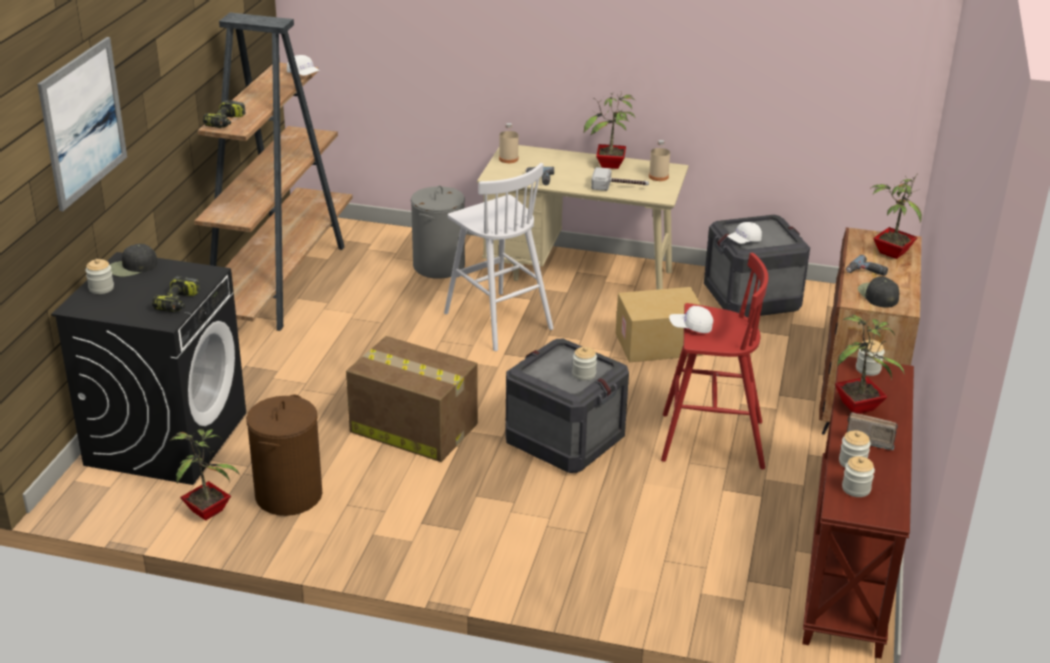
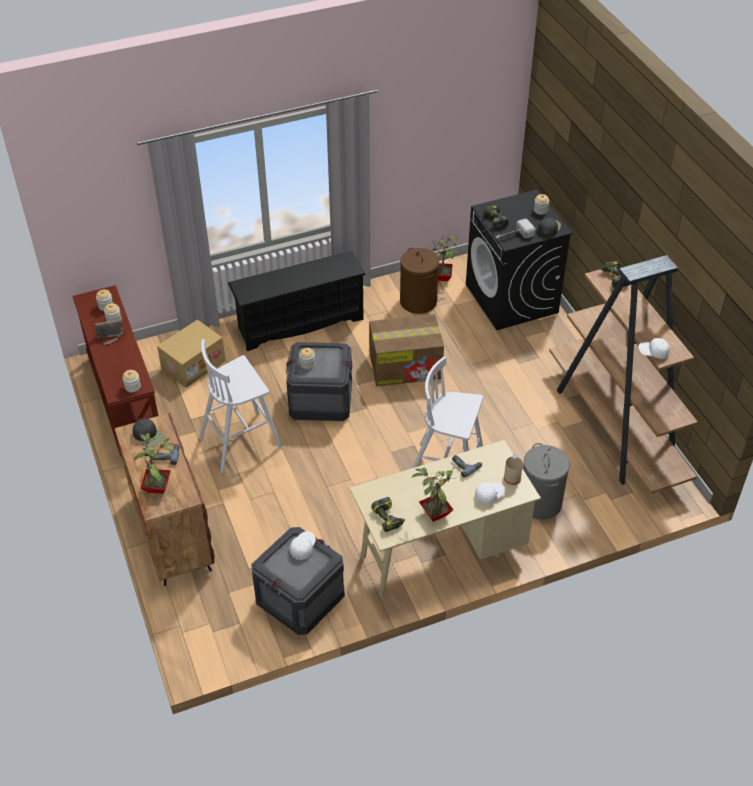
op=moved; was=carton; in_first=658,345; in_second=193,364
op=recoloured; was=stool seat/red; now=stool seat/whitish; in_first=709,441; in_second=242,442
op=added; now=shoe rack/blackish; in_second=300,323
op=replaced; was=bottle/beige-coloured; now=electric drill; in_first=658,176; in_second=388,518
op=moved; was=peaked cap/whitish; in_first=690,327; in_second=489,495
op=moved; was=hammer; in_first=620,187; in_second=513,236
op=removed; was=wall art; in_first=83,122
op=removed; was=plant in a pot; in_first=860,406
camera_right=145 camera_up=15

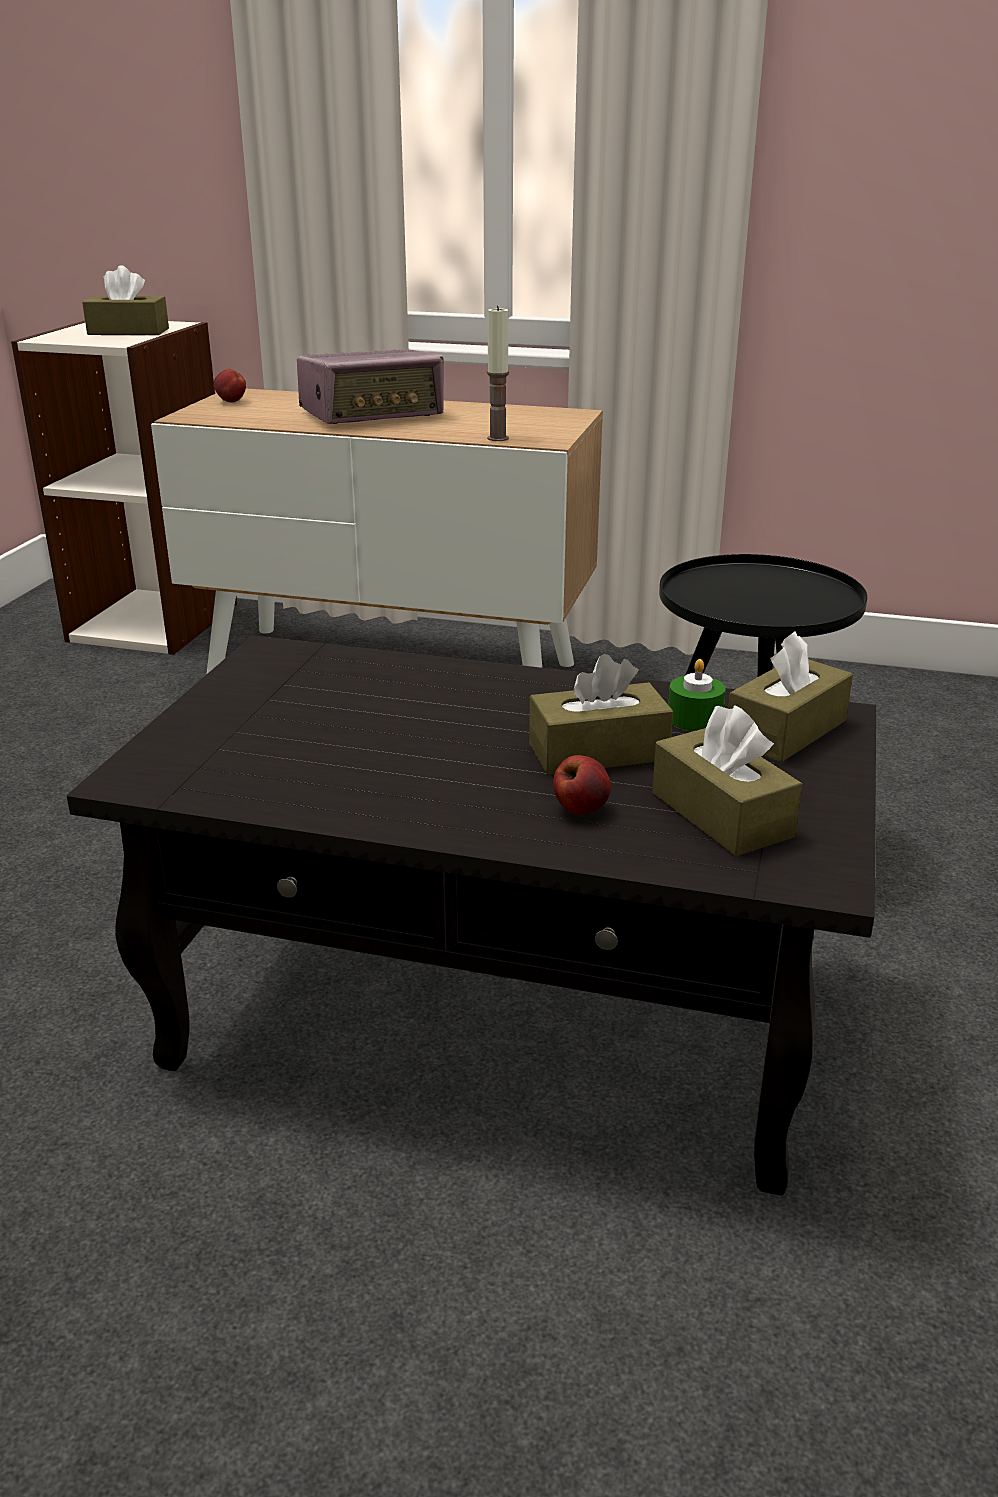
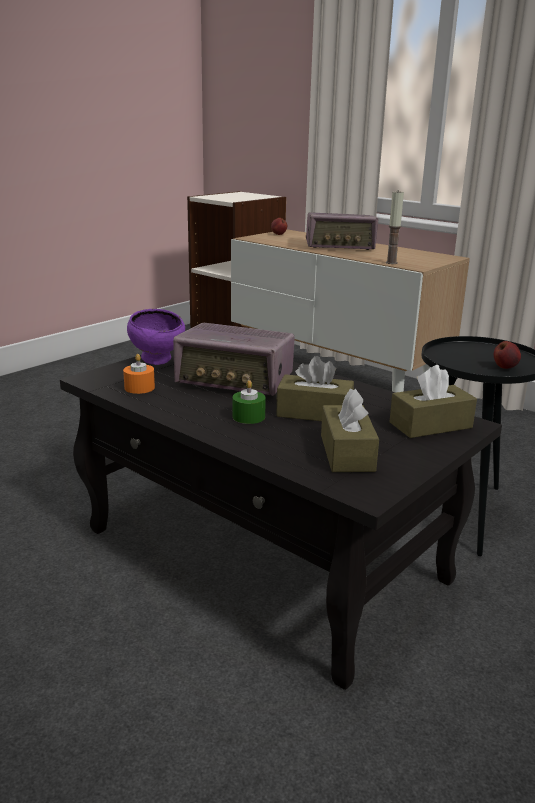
op=added; now=candle/orange; in_second=139,387
op=added; now=bowl/purplish; in_second=158,361
op=added; now=radio; in_second=236,380
op=moved; was=candle/greenish; in_first=694,719; in_second=248,417
op=moved; was=whole apple; in_first=580,809; in_second=505,367
op=removed; was=tissue box/brown; in_first=128,332
camera_right=25 camera_up=-5

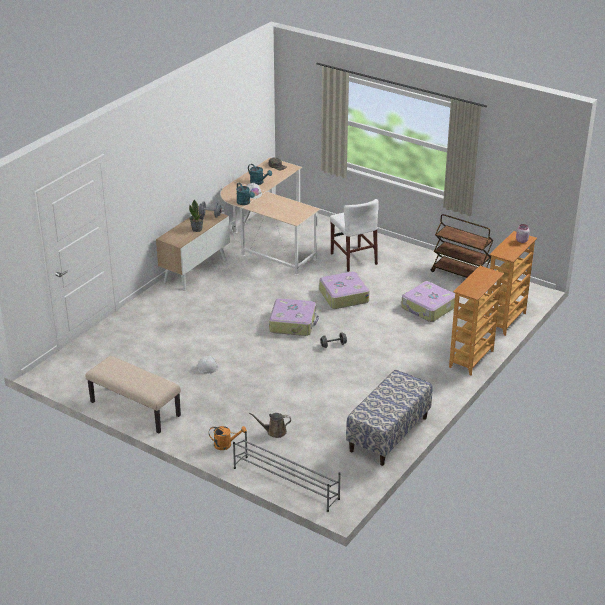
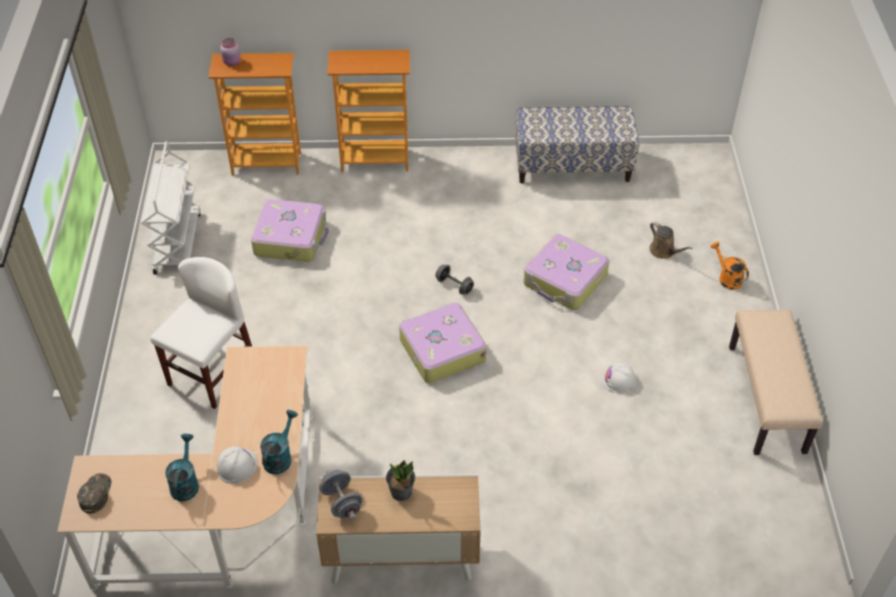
op=recoloured; was=trolley/brown; now=trolley/whitish; in_first=460,274; in_second=177,242
op=moved; was=suitcase; in_first=343,296; in_second=565,280
op=removed; was=shoe rack/greyish; in_first=285,483
camera_right=-125 camera_up=15

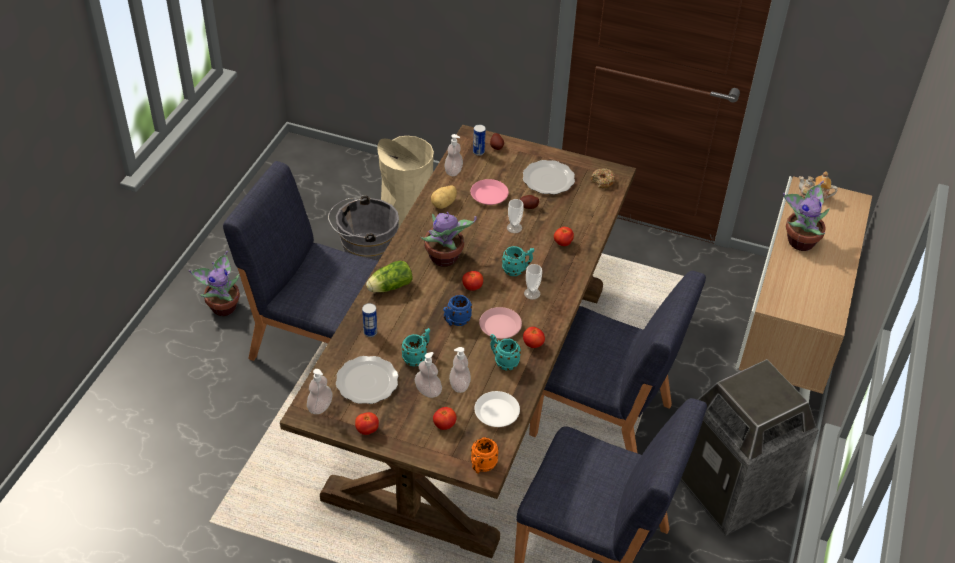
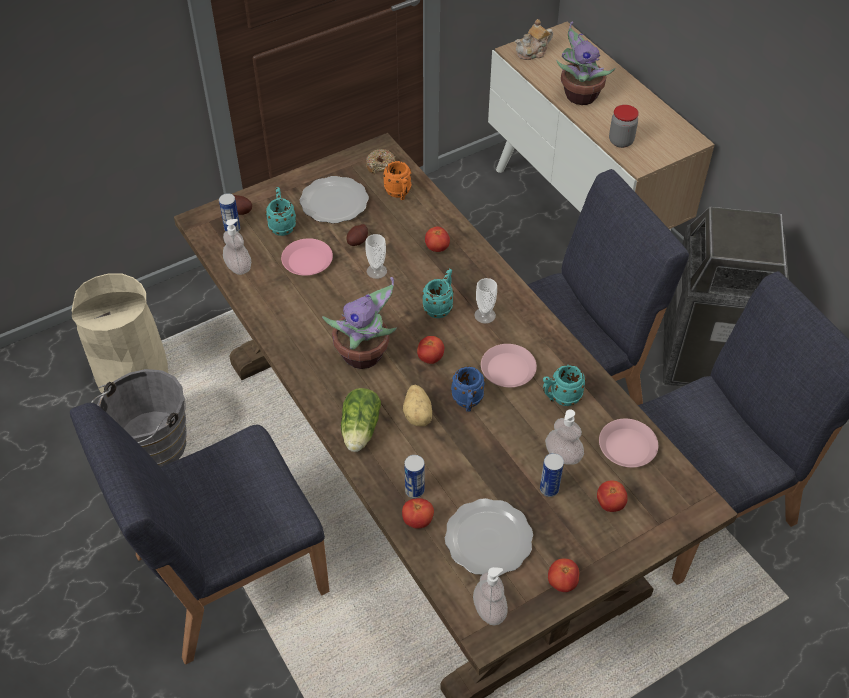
op=moved; was=mug/turquoise; in_first=417,357; in_second=282,225
op=moved; was=mug/orange; in_first=481,467; in_second=399,194
op=moved; was=whole tomato; in_first=533,344; in_second=418,521
op=moved; was=whole potato; in_first=444,204; in_second=418,414
op=replaced; was=liquid soap bottle; now=metal can; in_first=428,391; in_second=549,489
op=recoloured; was=flat dish/whitish; now=flat dish/pinkish; in_first=496,412; in_second=627,447
op=added; now=storage jar; in_second=621,141
op=removed; was=plant in a pot; in_first=223,306
camera_right=-50 camera_up=5

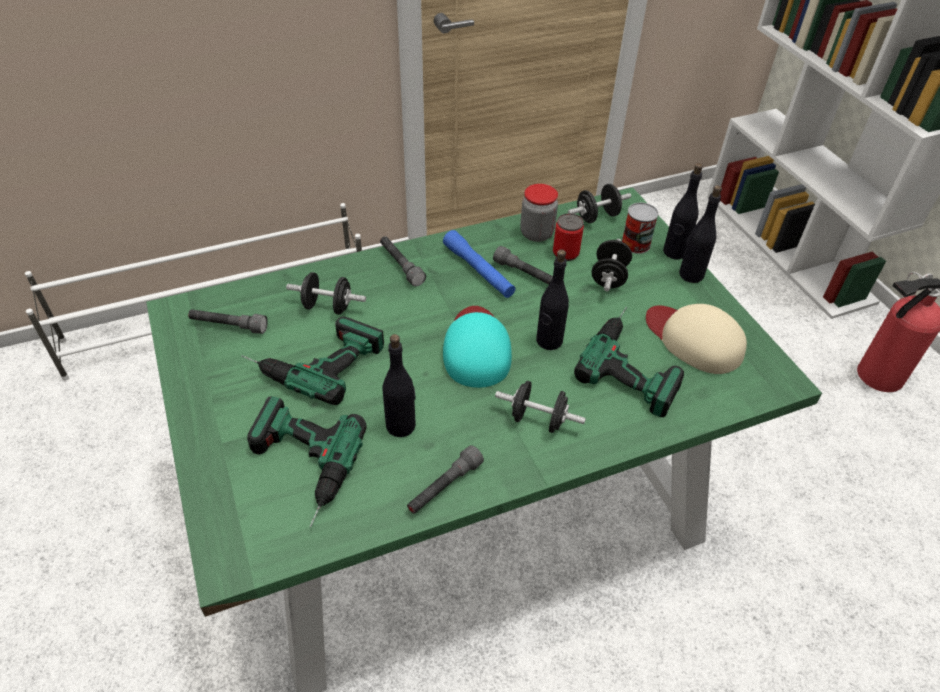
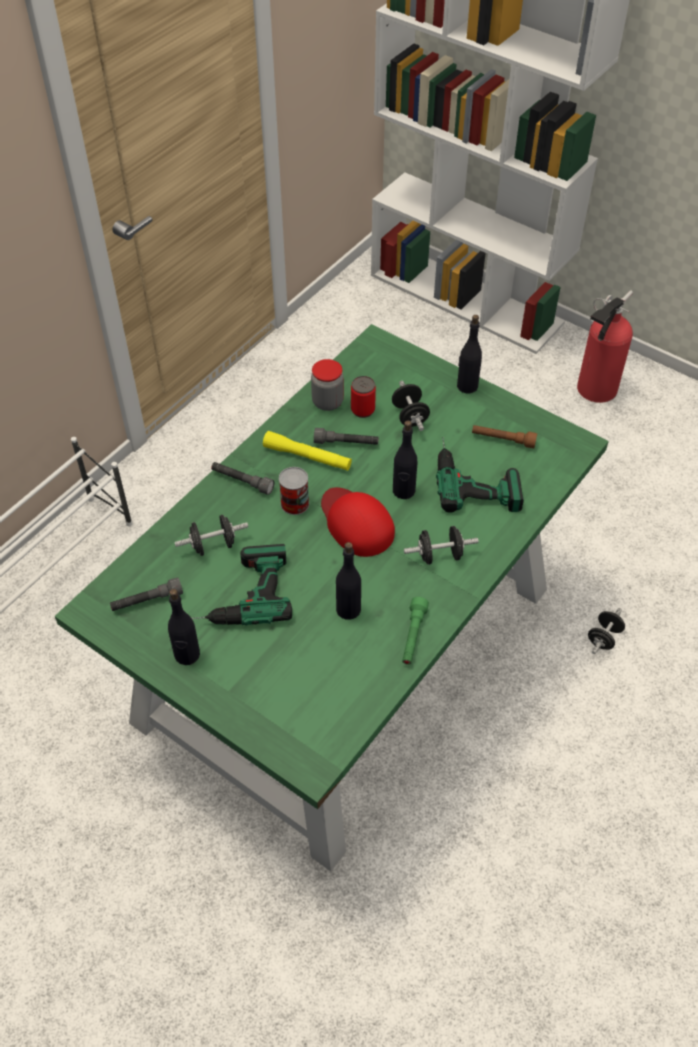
op=moved; was=bottle/blackish; in_first=674,252; in_second=187,655
op=recoloured; was=flashlight/bluish; now=flashlight/yellow-coloured; in_first=478,271; in_second=307,457
op=moved; was=metal can; in_first=635,244; in_second=295,503
op=recoloured; was=peaked cap/turquoise; now=peaked cap/red; in_first=476,348; in_second=356,523
op=recoloured; was=flashlight/greyish; now=flashlight/greenish; in_first=444,487; in_second=413,636
op=replaced; was=peaked cap/beige-coloured; now=flashlight/brown; in_first=694,340; in_second=503,440
op=moved; was=dumbbell/blackish; in_first=597,216; in_second=603,638
op=removed; was=electric drill; in_first=298,468
camera_right=-30 camera_up=5

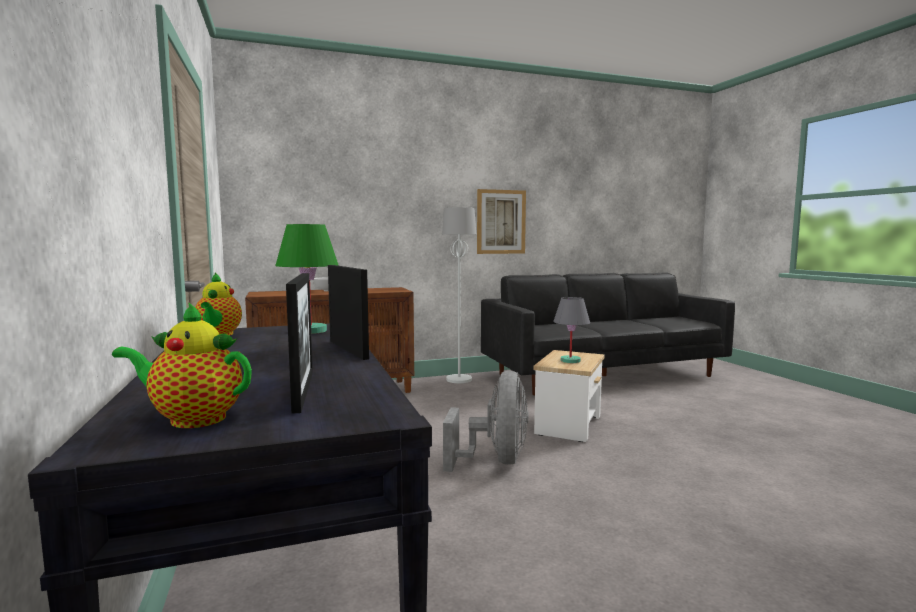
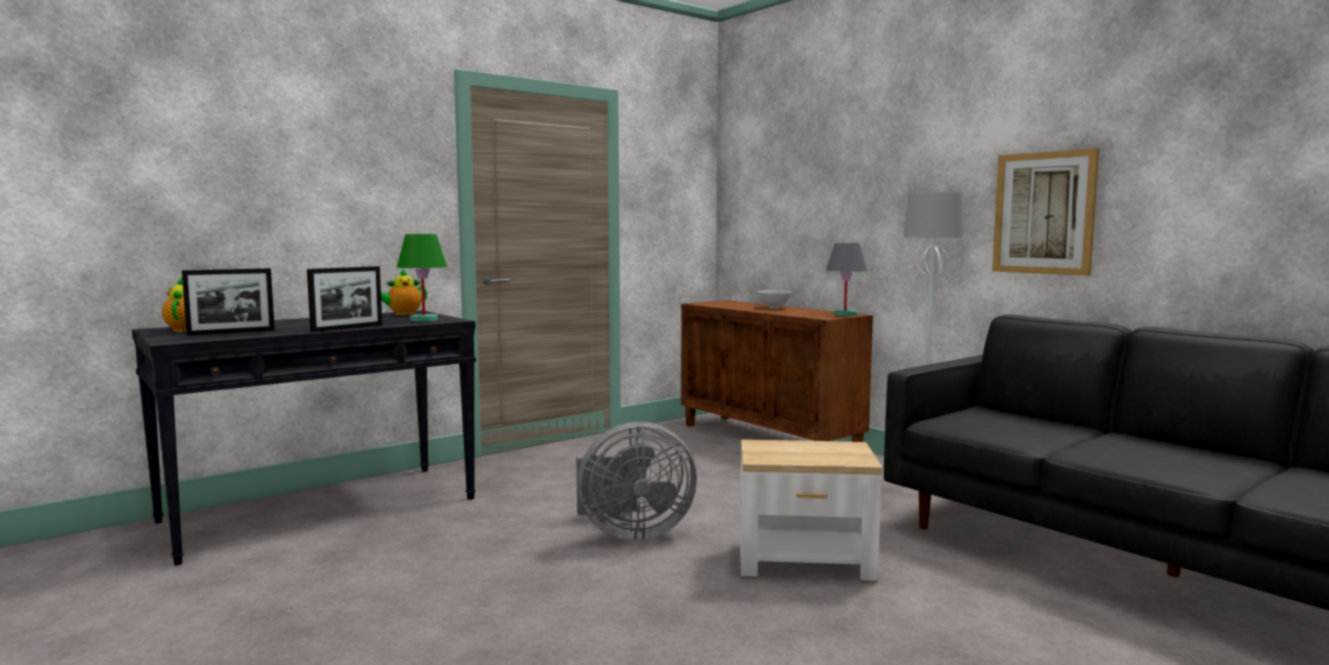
op=moved; was=tabletop lamp/greyish; in_first=570,360; in_second=845,314
camera_right=70 camera_up=0

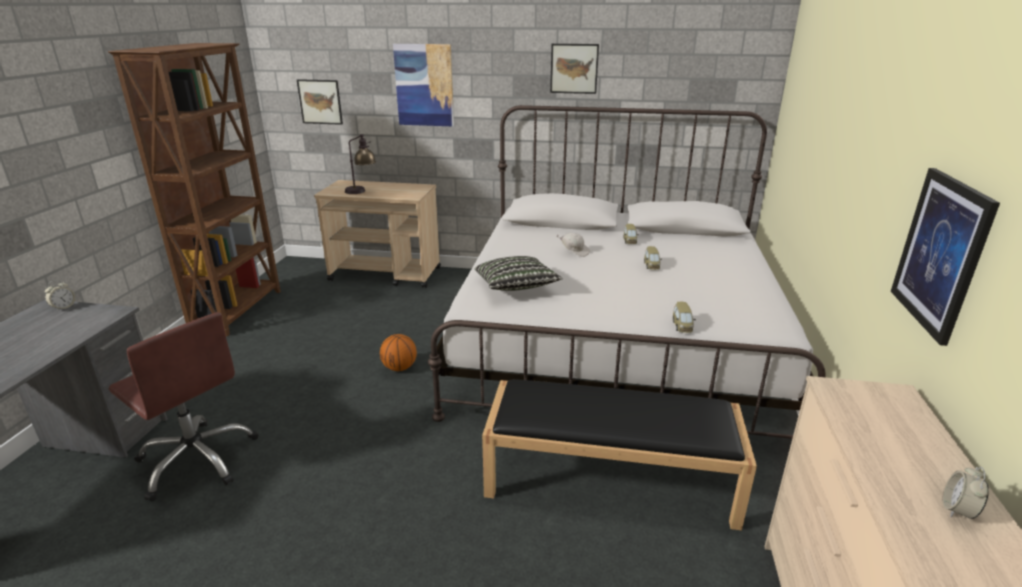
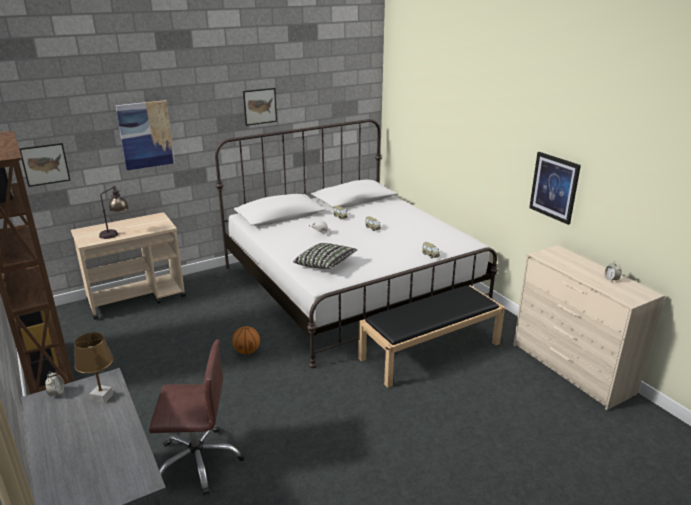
op=added; now=tabletop lamp/brown; in_second=101,397
camera_right=-40 camera_up=0

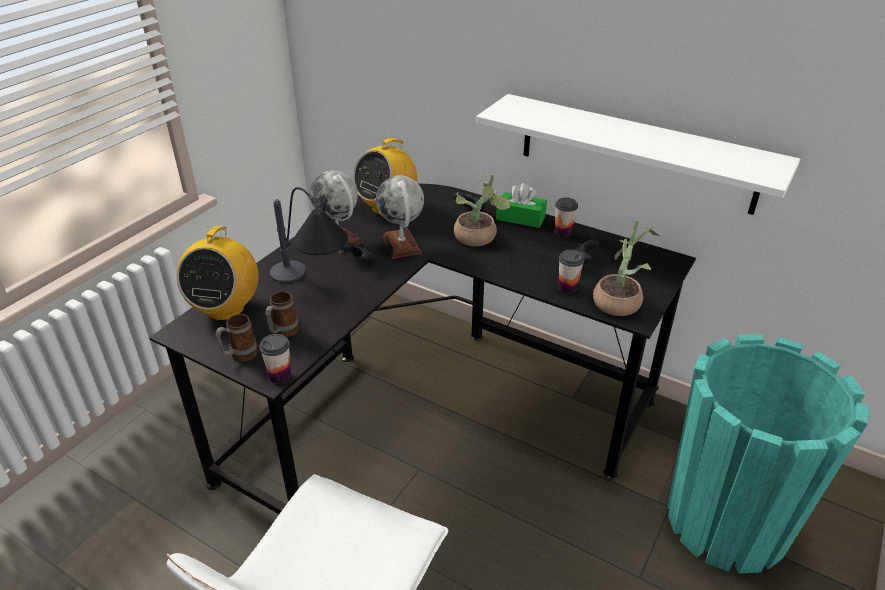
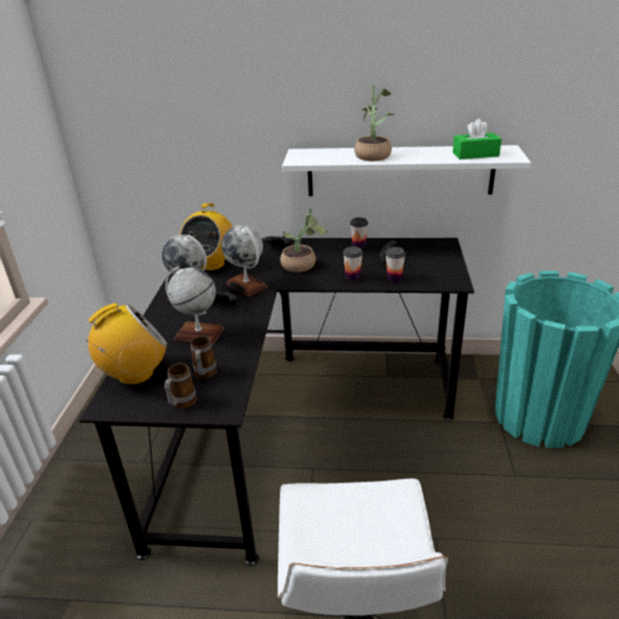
op=turned; was=radio; in_first=225,309; in_second=135,374; clockwise=-105
op=replaced; was=tabletop lamp; now=world globe; in_first=312,286; in_second=199,334
op=moved; was=small cup; in_first=280,376; in_second=352,277
op=moved; was=plant in a pot; in_first=619,300; in_second=373,155
op=moved; was=tissue box/greenish; in_first=520,218; in_second=475,154
camera_right=-25 camera_up=-5

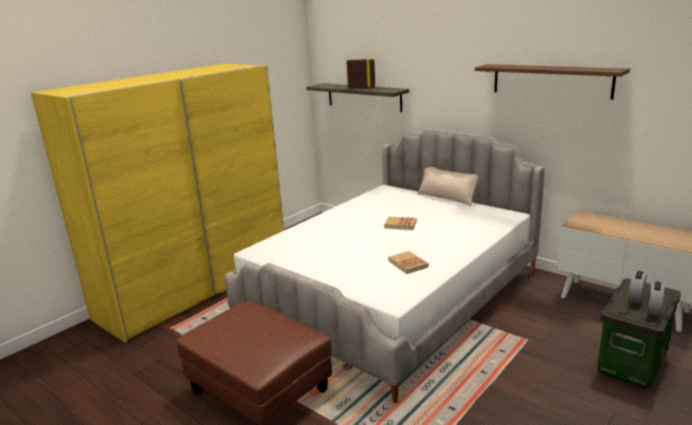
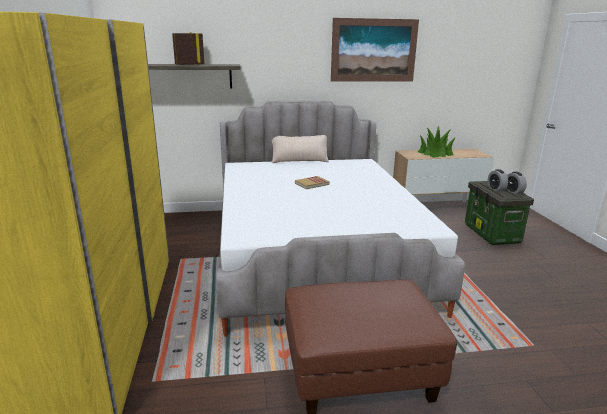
op=replaced; was=shelf; now=wall art; in_first=551,81; in_second=374,50
op=added; now=plant in a pot; in_second=435,153
op=removed; was=bound book; in_first=408,264
camera_right=-50 camera_up=0

